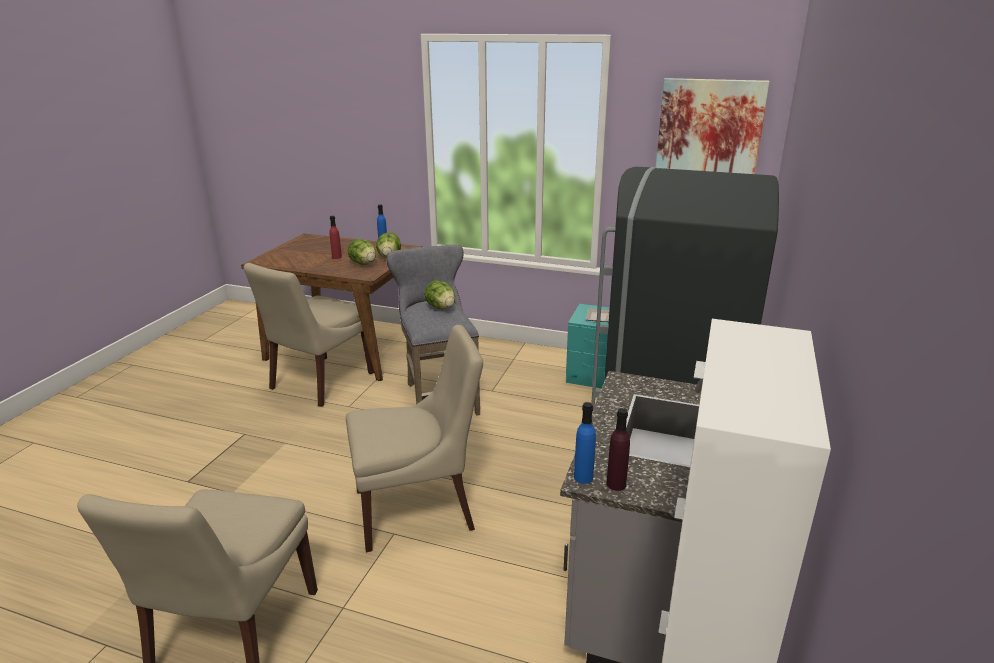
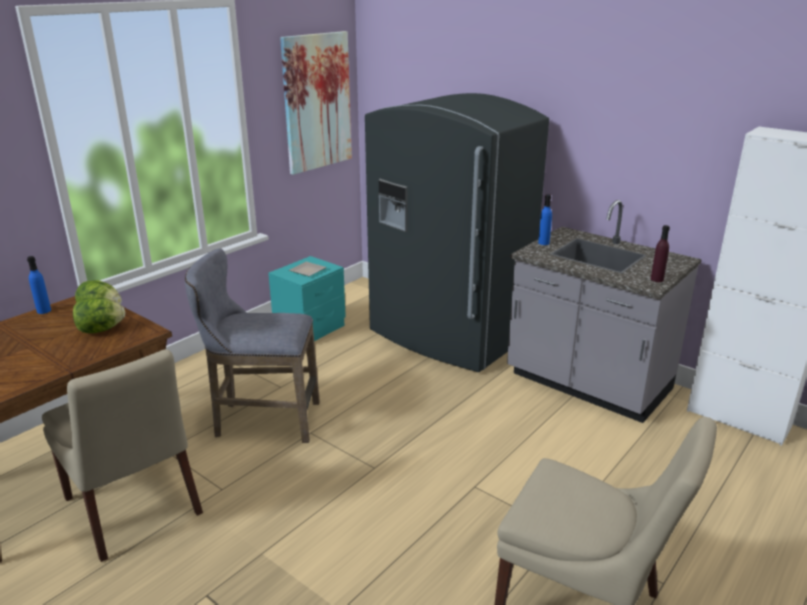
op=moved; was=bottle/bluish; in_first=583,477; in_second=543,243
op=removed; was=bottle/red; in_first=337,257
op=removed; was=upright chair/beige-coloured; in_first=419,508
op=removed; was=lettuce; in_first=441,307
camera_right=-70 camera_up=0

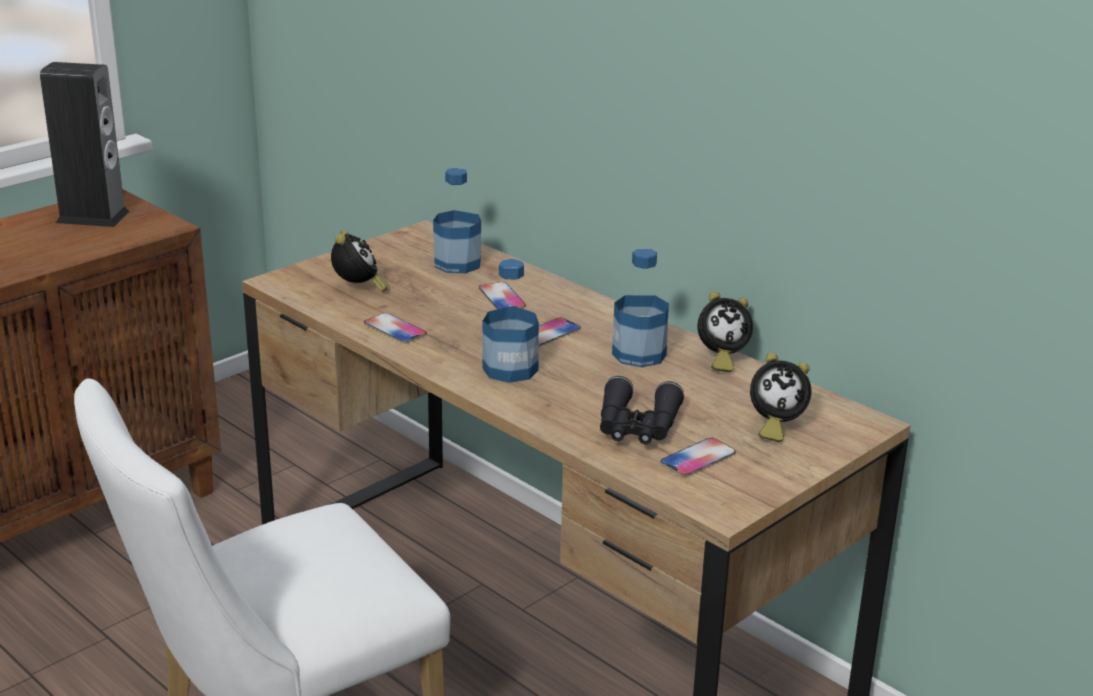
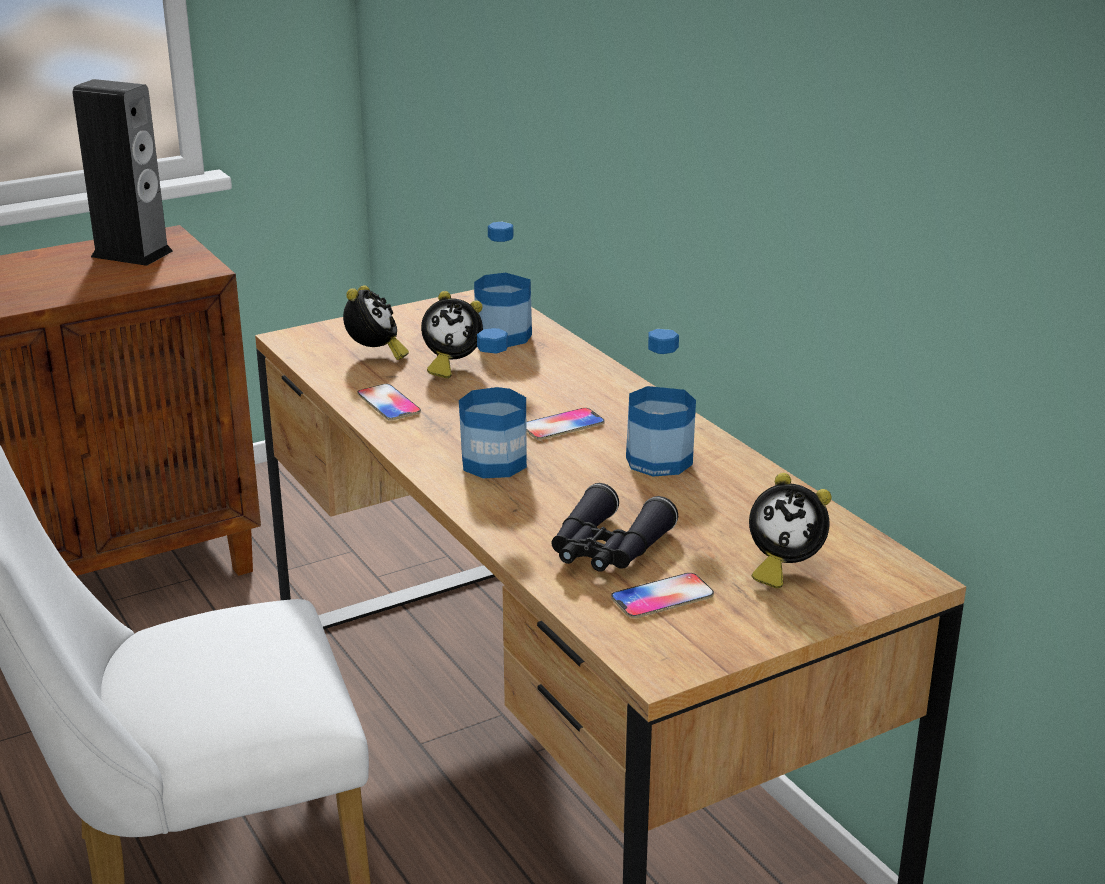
op=moved; was=table clock; in_first=720,359; in_second=450,366
op=removed; was=phone; in_first=502,298
camera_right=15 camera_up=0

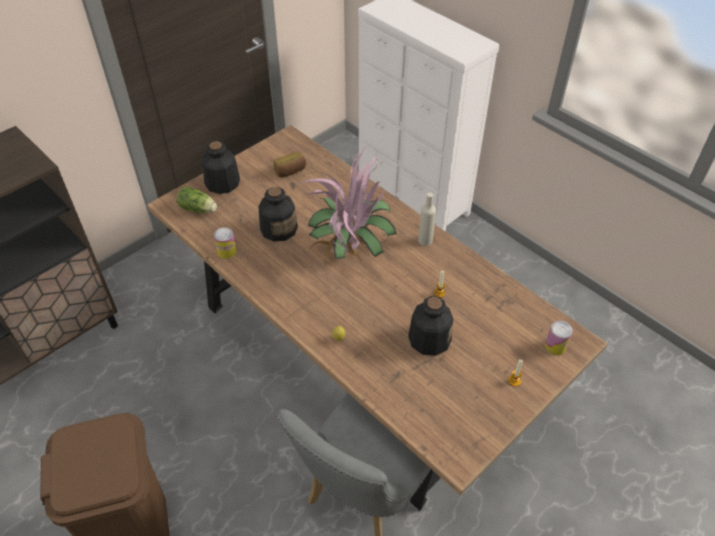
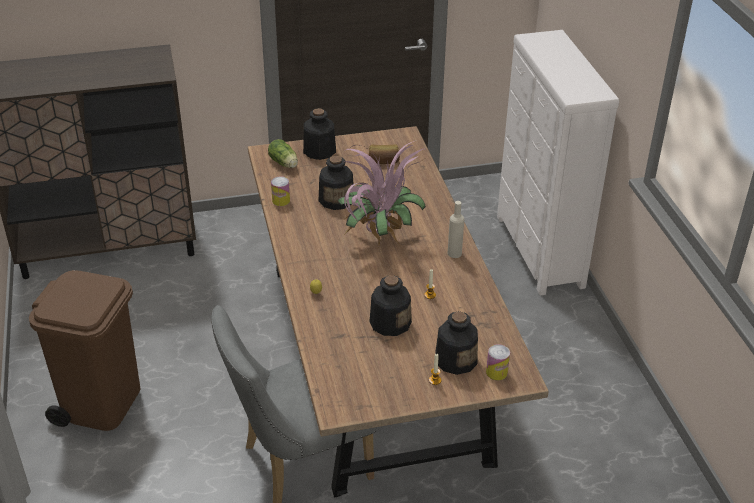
op=added; now=bottle; in_second=455,359
camera_right=30 camera_up=-10

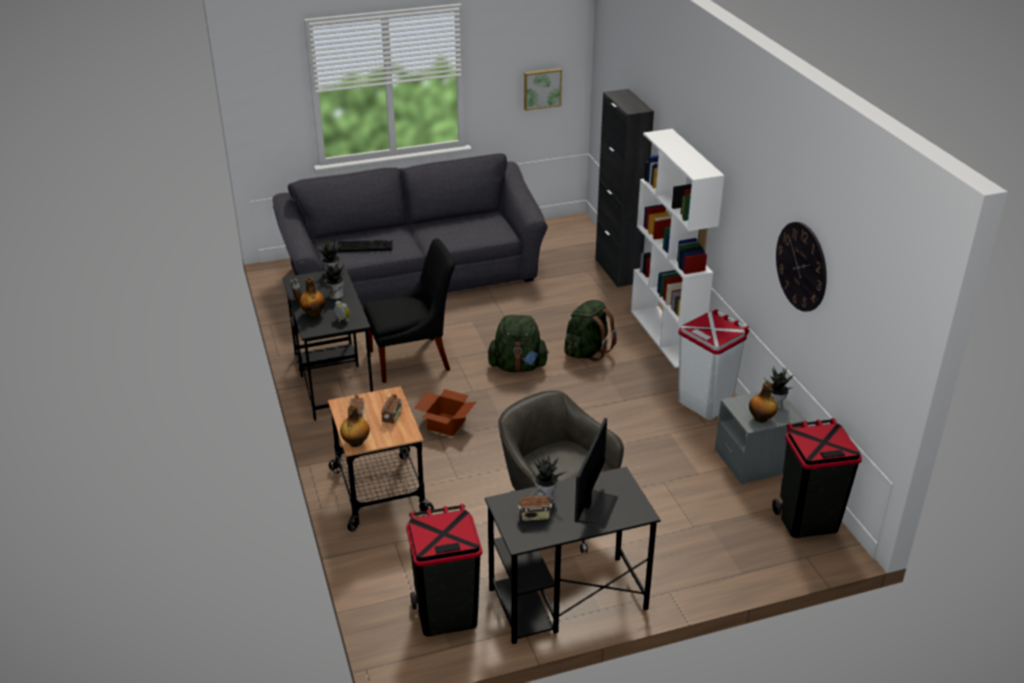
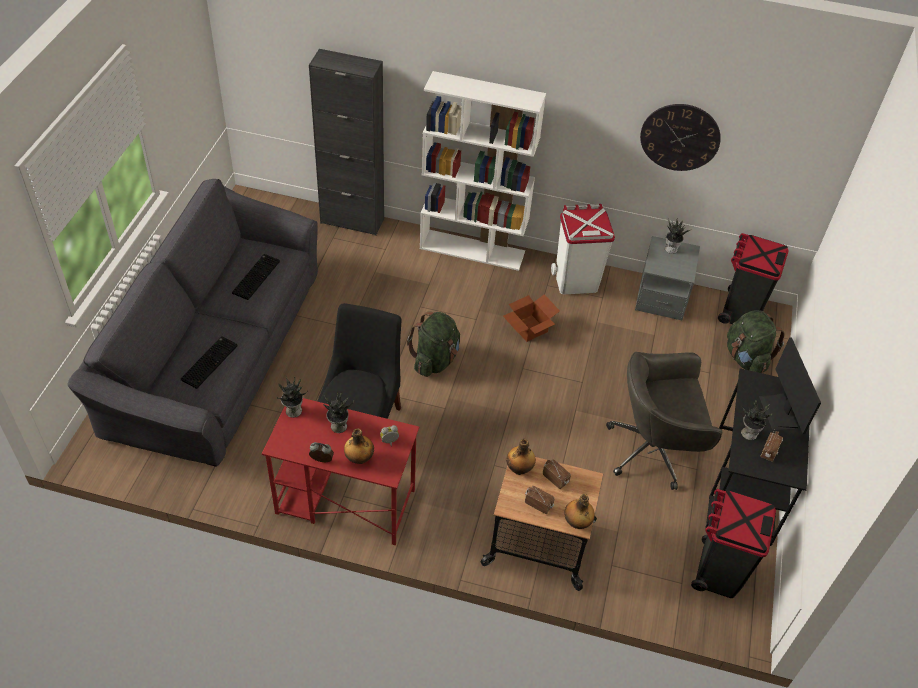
op=added; now=PC keyboard; in_second=255,276
op=recoloured; was=desk unit/blackish; now=desk unit/red; in_first=333,382; in_second=344,502
op=moved; was=carton; in_first=445,424; in_second=528,328
op=moved; was=bottle; in_first=761,419; in_second=519,469
op=moved; was=backpack/greenish; in_first=587,351; in_second=746,358
op=turned; was=computer screen; in_first=595,508; in_second=779,412; clockwise=-150
op=removed; was=wall art; in_first=542,88
camera_right=-60 camera_up=15

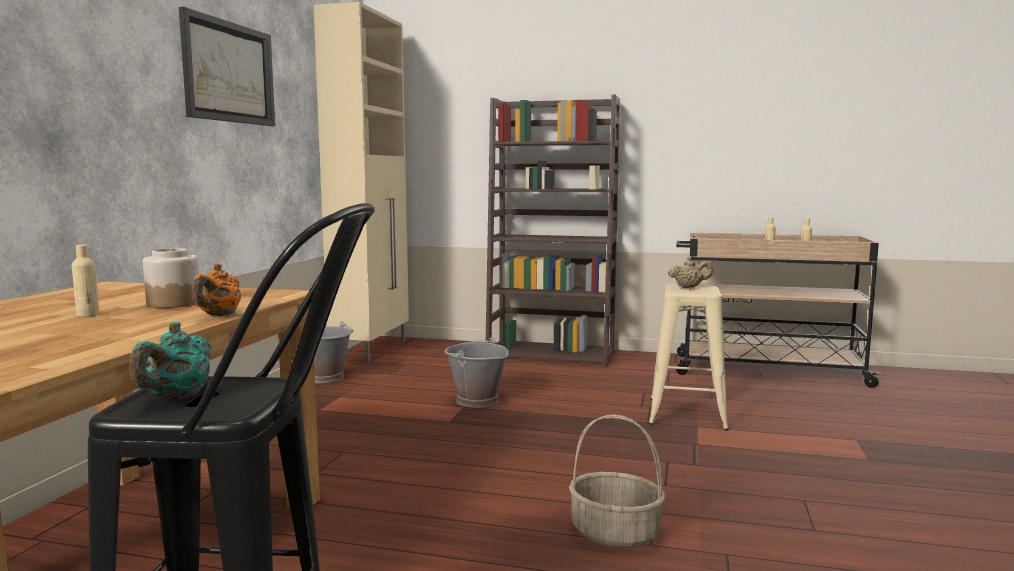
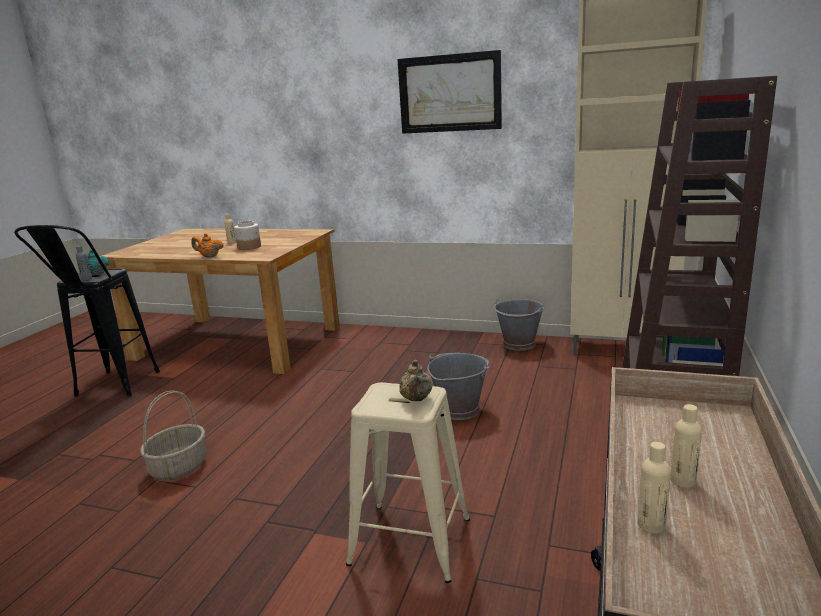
op=added; now=bottle/greyish; in_second=87,279
camera_right=95 camera_up=10

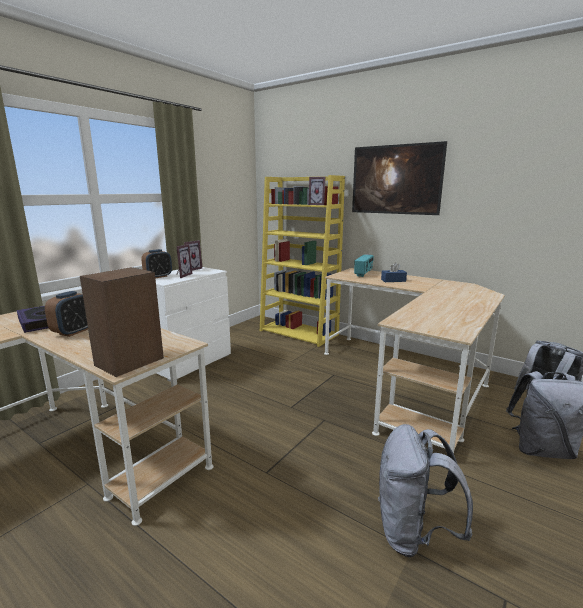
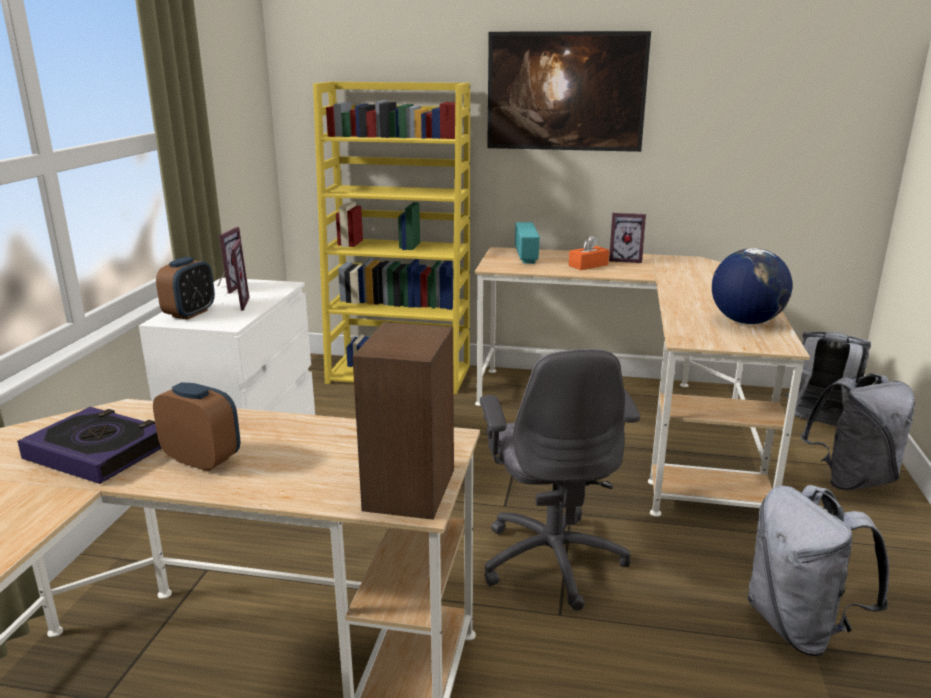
op=turned; was=table clock; in_first=74,332; in_second=202,460; clockwise=-60
op=added; now=office chair/greyish; in_second=552,559
op=recoloured; was=tissue box/bluish; now=tissue box/orange; in_first=393,280; in_second=588,265
op=moved; was=photo frame; in_first=318,205; in_second=625,260
op=added; now=world globe; in_second=746,321
camera_right=-25 camera_up=5

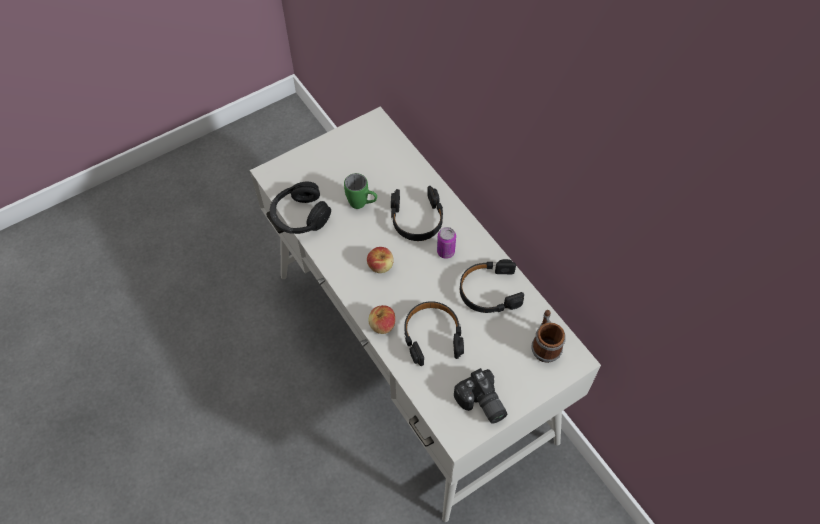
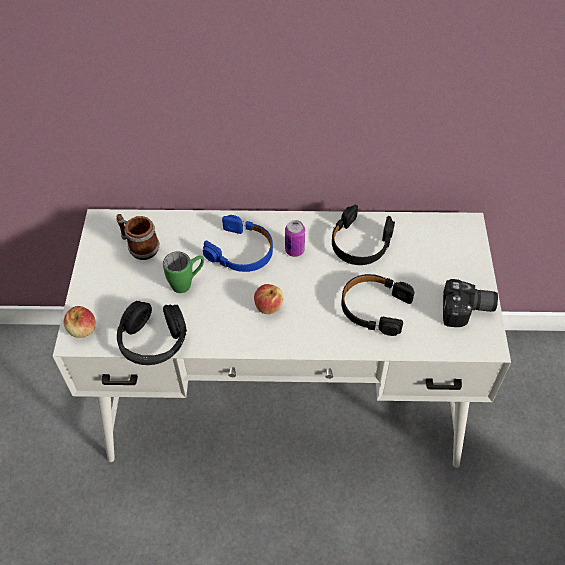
op=moved; was=whole apple; in_first=382,325; in_second=82,329
op=moved; was=mug; in_first=545,344; in_second=139,247
op=recoloured; was=pair of headphones/blackish; now=pair of headphones/bluish; in_first=417,219; in_second=241,251
camera_right=-55 camera_up=-5

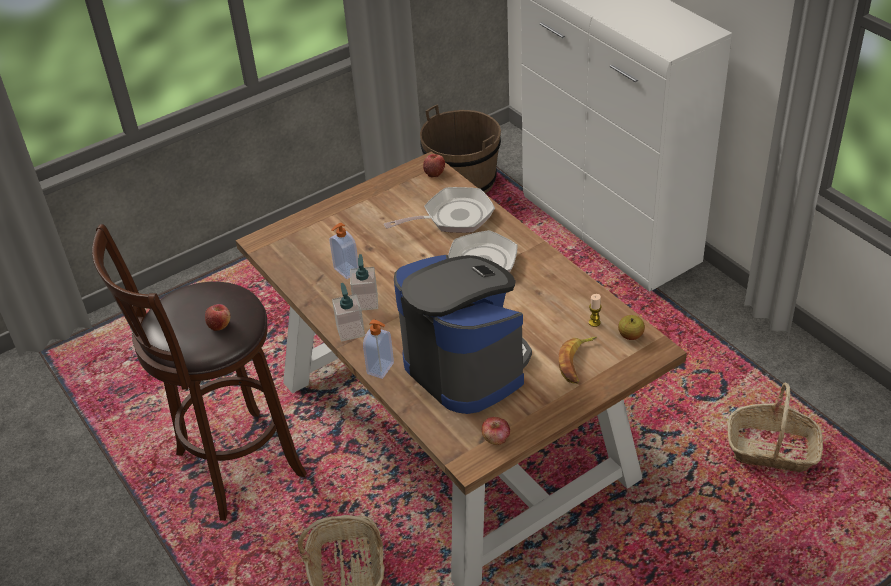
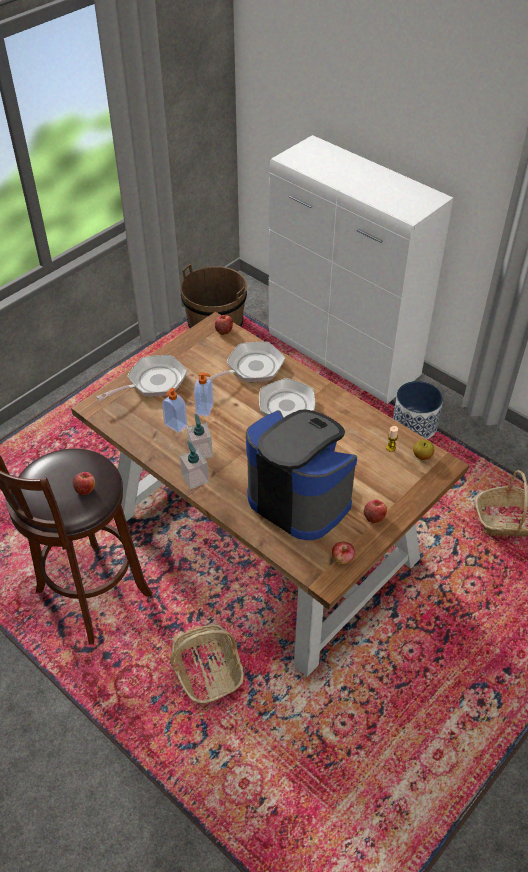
op=added; now=pan; in_second=153,382
op=moved; was=liquid soap bottle; in_first=381,368; in_second=205,409
op=added; now=whole apple; in_second=374,516
op=added; now=plant pot; in_second=414,425
op=removed; was=banana; in_first=577,362
camera_right=-15 camera_up=5

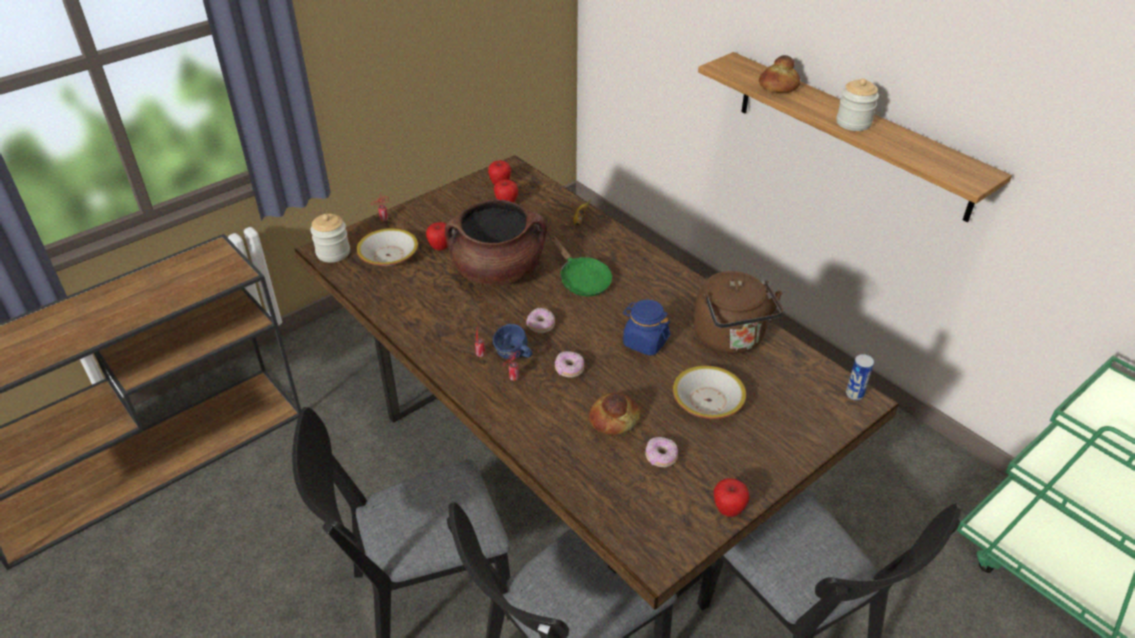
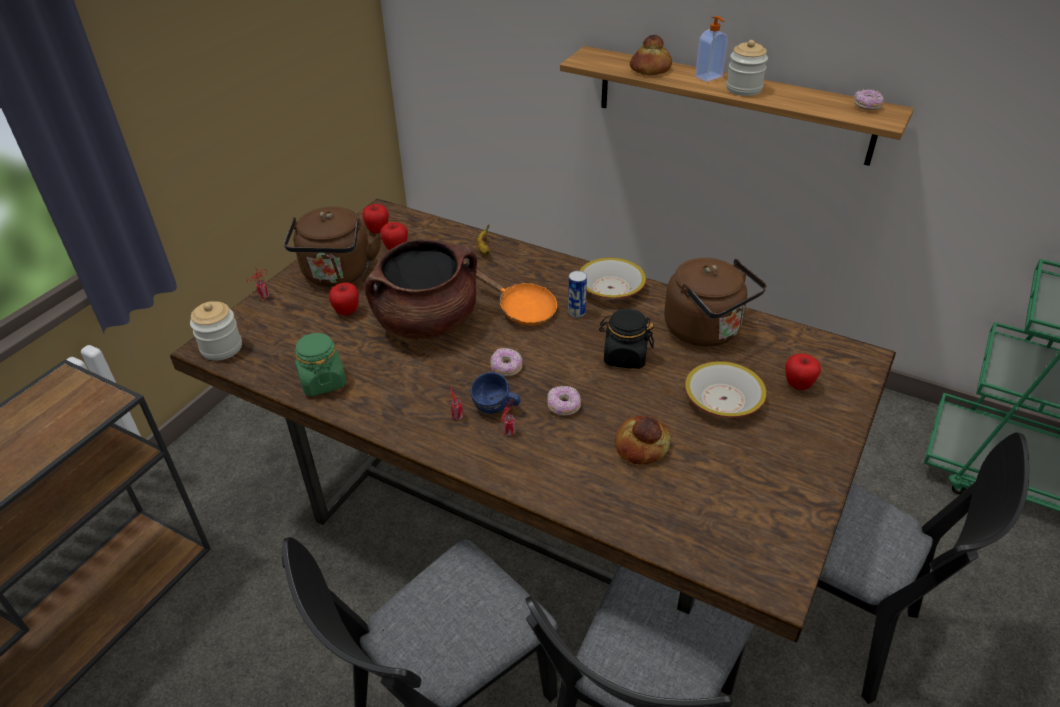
op=added; now=kettle/brown; in_second=337,275
op=added; now=storage jar/greenish; in_second=322,381
op=recoloured; was=pan/greenish; now=pan/orange; in_first=582,280; in_second=522,309
op=moved; was=metal can; in_first=854,394; in_second=576,313
op=moved; was=bowl; in_first=388,256; in_second=610,288
op=recoloured; was=storage jar/bluish; now=storage jar/blackish; in_first=645,342; in_second=624,356
op=added; now=liquid soap bottle; in_second=709,77
op=moved; was=whole apple; in_first=728,509; in_second=798,385
op=moved; was=doughnut; in_first=661,457; in_second=867,106
camera_right=-20 camera_up=0

